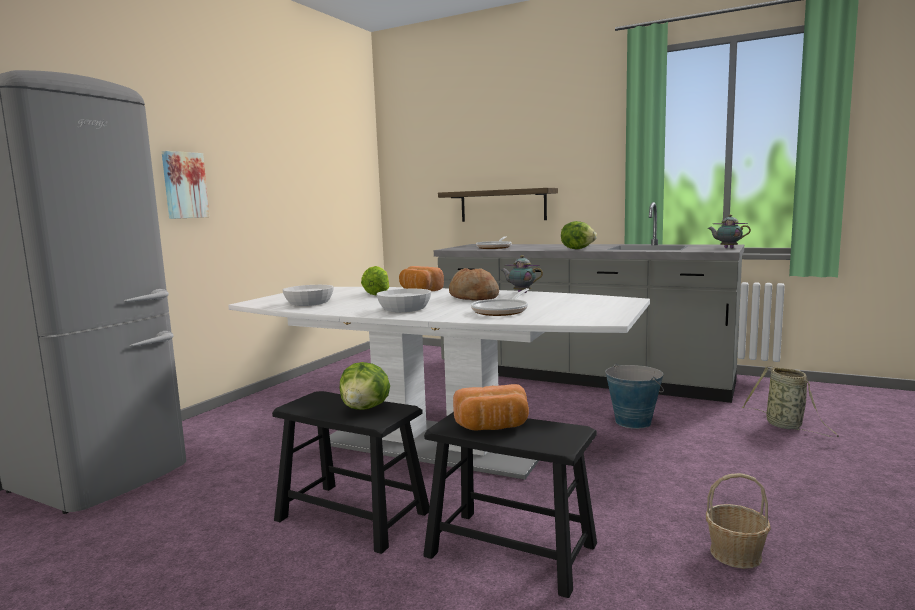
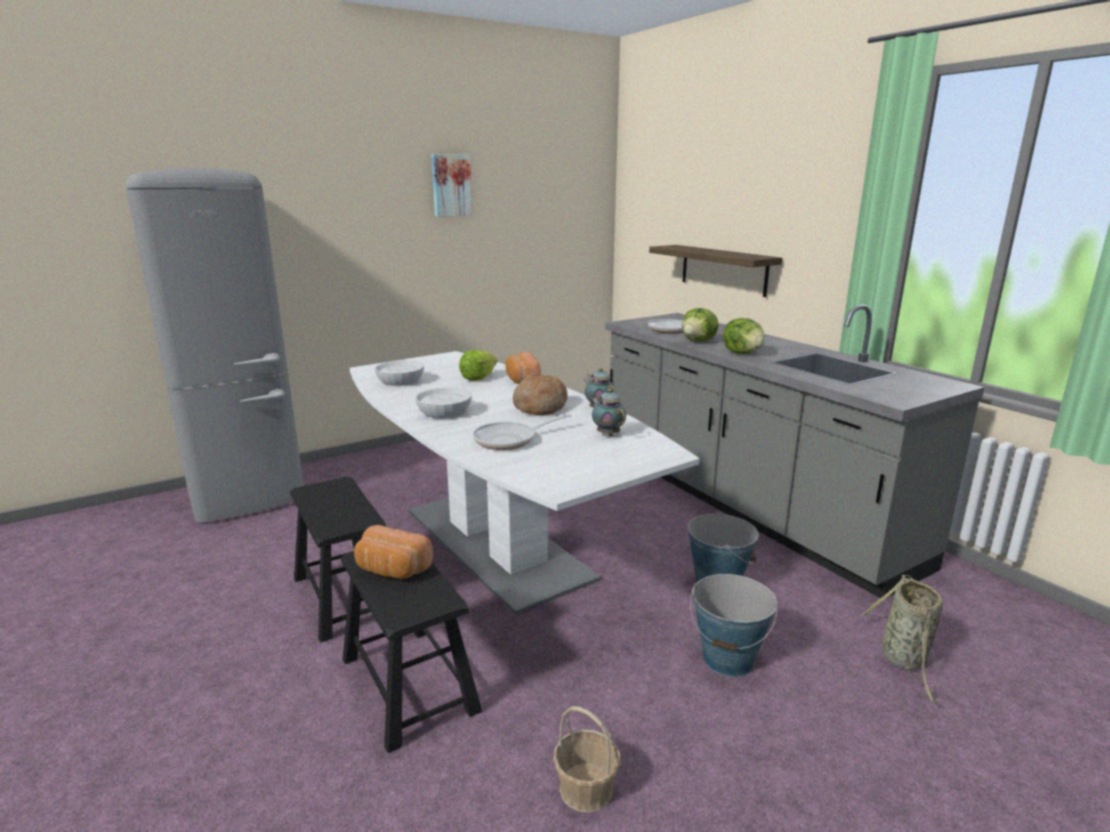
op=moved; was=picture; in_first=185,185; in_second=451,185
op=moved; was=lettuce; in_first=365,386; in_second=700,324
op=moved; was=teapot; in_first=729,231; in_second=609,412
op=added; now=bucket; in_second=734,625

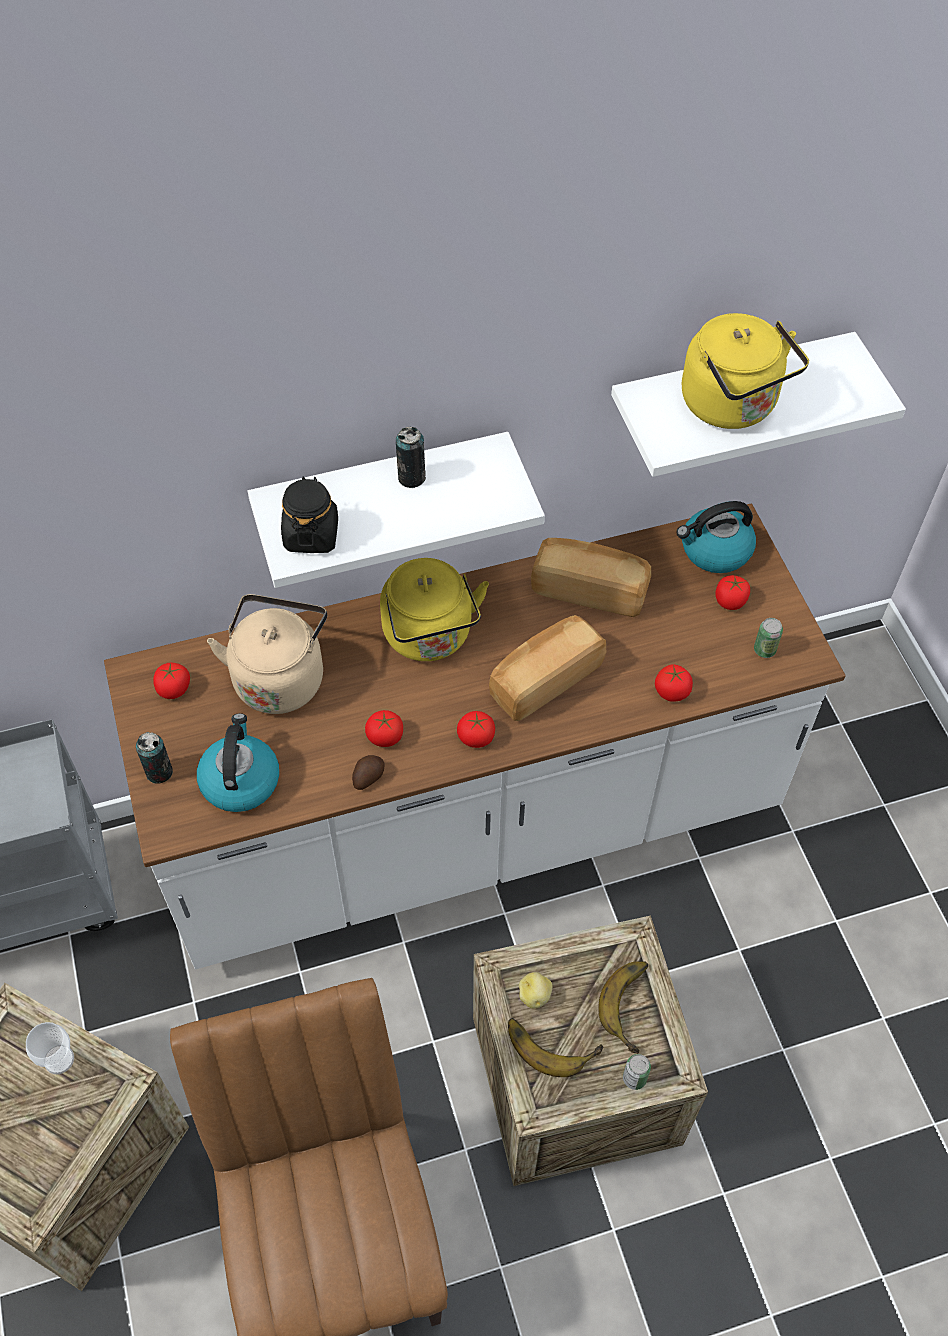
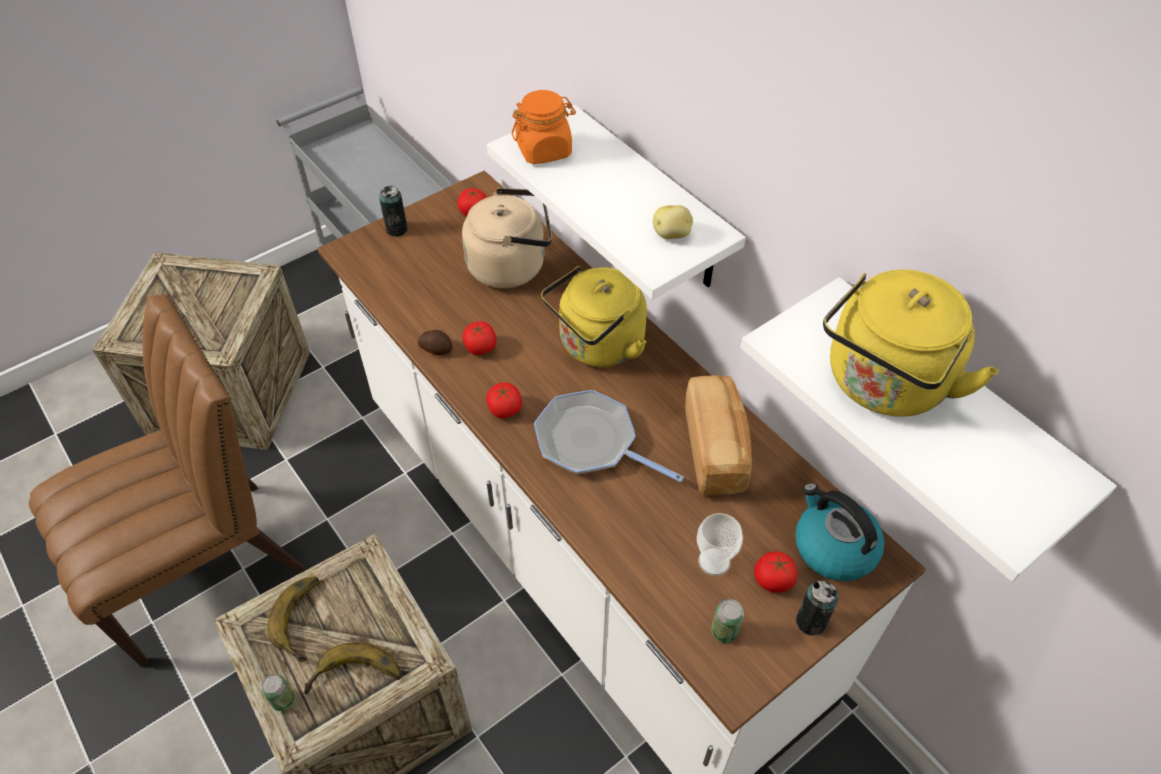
op=moved; was=cup; in_first=50,1048; in_second=720,544
op=removed; was=kettle; in_first=238,762
op=recoloured; was=black jar; now=orange jar; in_first=309,514; in_second=544,127
op=moved; was=can; in_first=411,457; in_second=817,608
op=replaced; was=bread; now=frying pan; in_first=547,668; in_second=609,436
op=moved; was=potato; in_first=535,990; in_second=673,222
op=removed; was=tomato; in_first=674,683

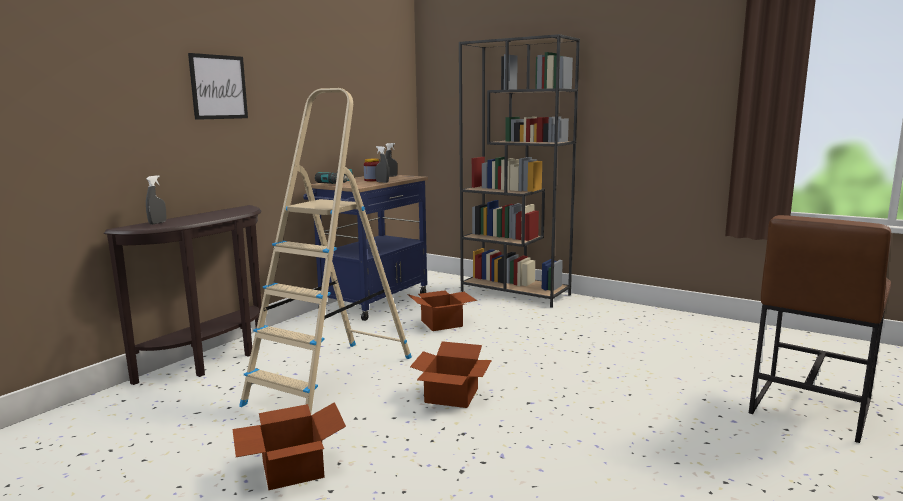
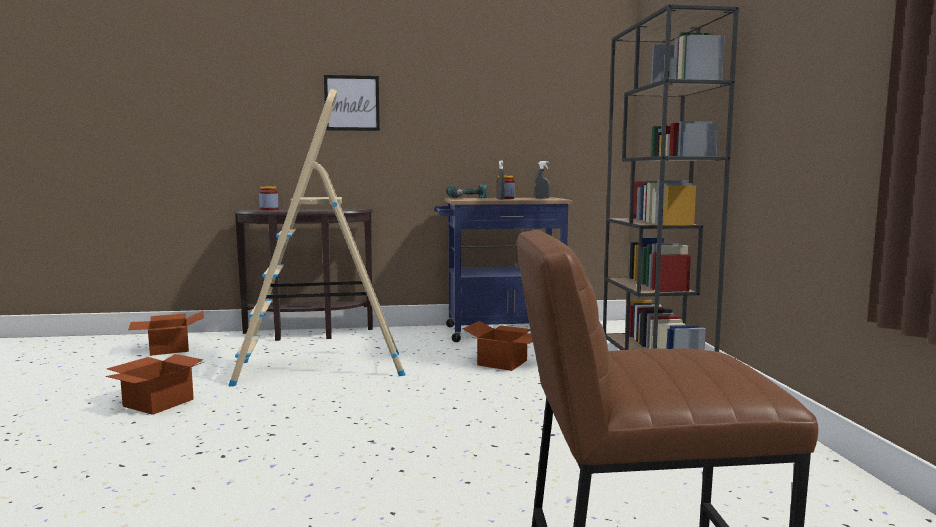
op=replaced; was=grey spray bottle; now=jar; in_first=156,199; in_second=269,198
op=moved; was=cardboard box; in_first=451,374; in_second=166,333

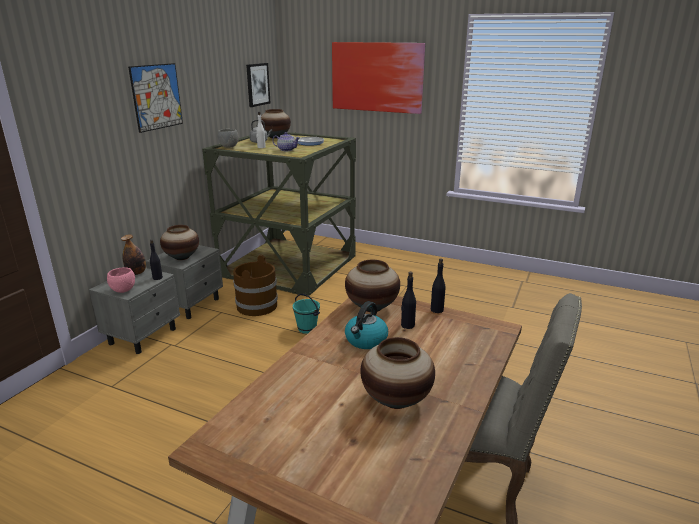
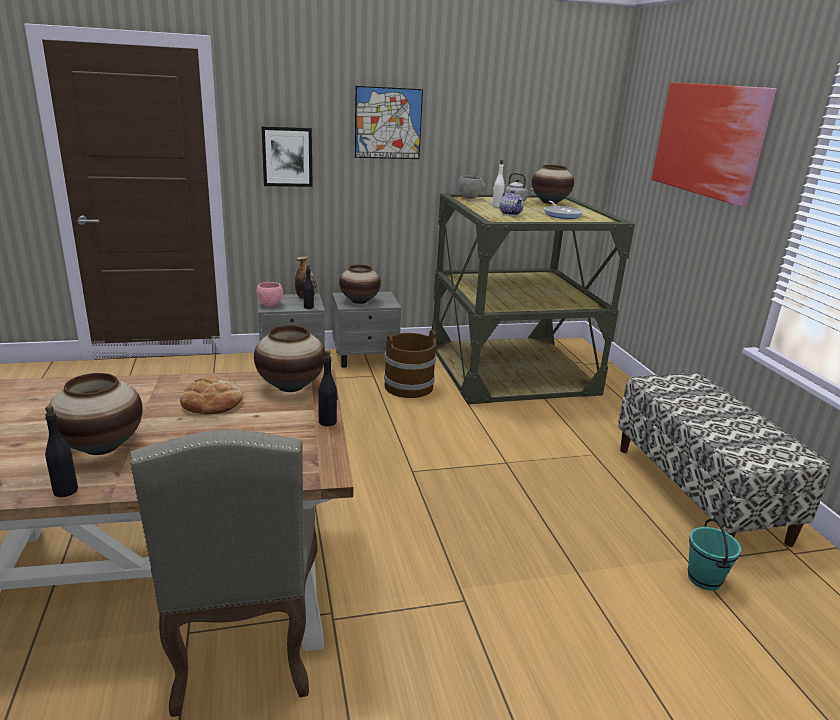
op=moved; was=picture; in_first=258,85; in_second=287,156
op=moved; was=turquoise bucket; in_first=306,314; in_second=714,555
op=replaced; was=kettle; now=bread; in_first=366,325; in_second=211,395
op=moved; was=black bottle; in_first=408,300; in_second=61,451
op=added; now=bench; in_second=724,460

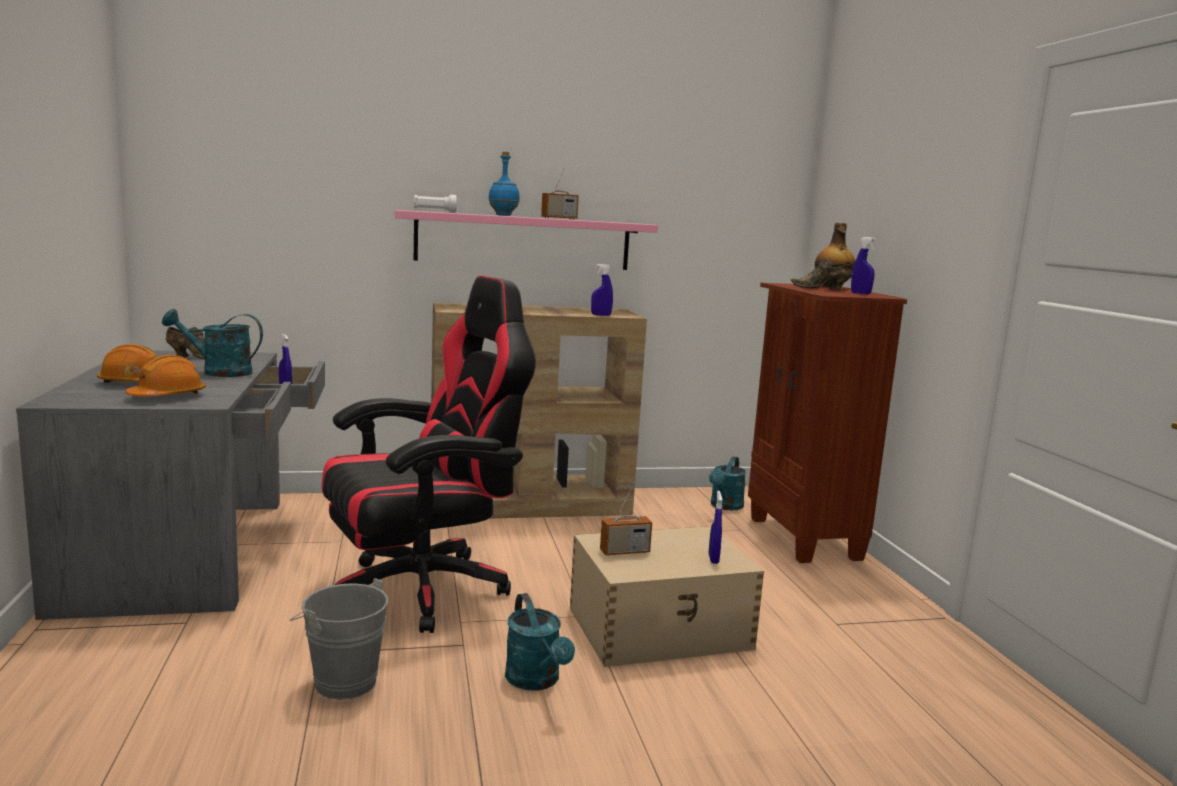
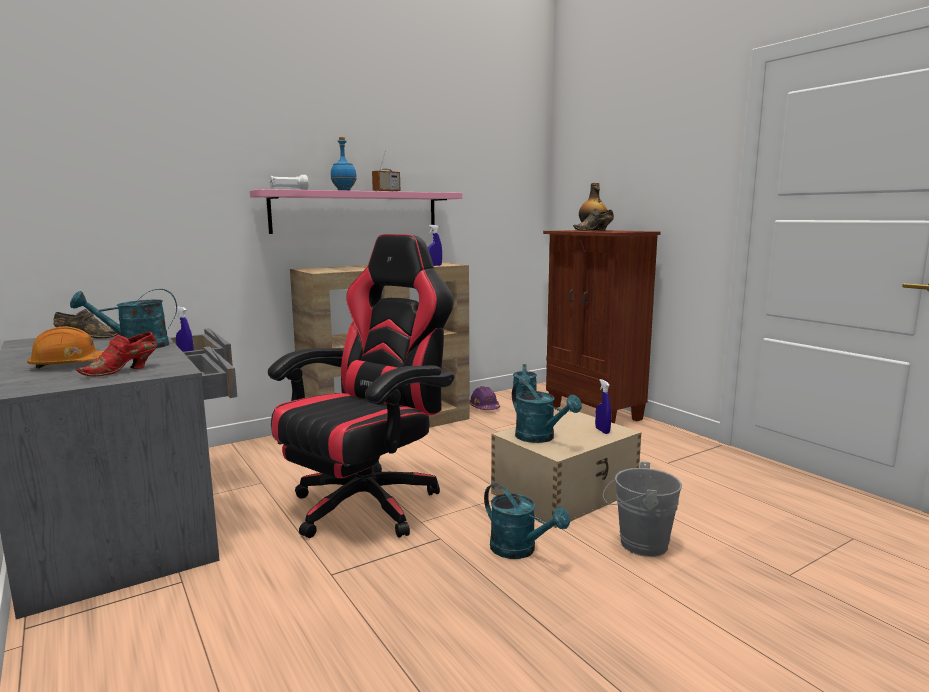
op=replaced; was=orange hard hat; now=red shoe; in_first=165,375; in_second=116,354
op=moved; was=grey bucket; in_first=339,639; in_second=642,509
op=replaced; was=radio; now=turquoise watering can; in_first=626,518; in_second=547,412
op=removed; was=blue spray bottle; in_first=863,265
op=added; now=purple hard hat; in_second=484,398

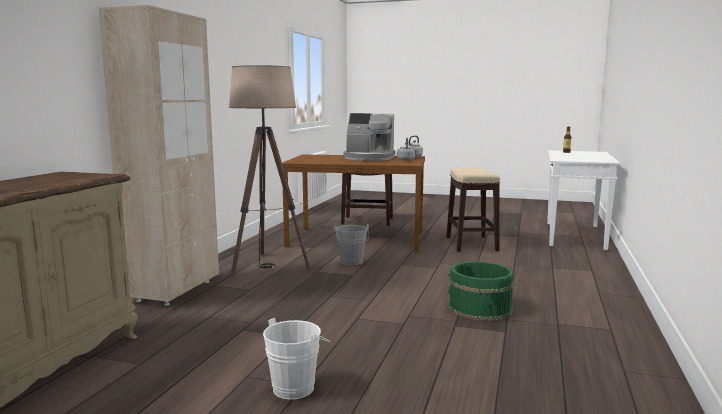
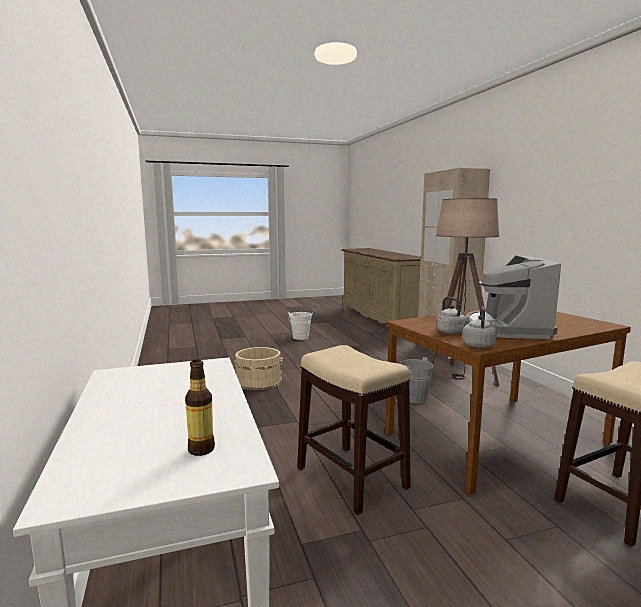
op=turned; was=coffee machine; in_first=369,137; in_second=513,297; clockwise=-60
op=recoloured; was=green bucket; now=beige bucket; in_first=481,291; in_second=258,368

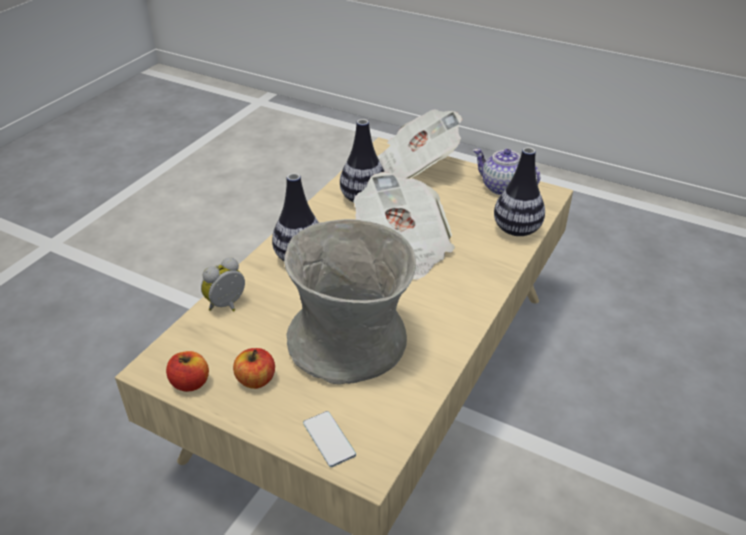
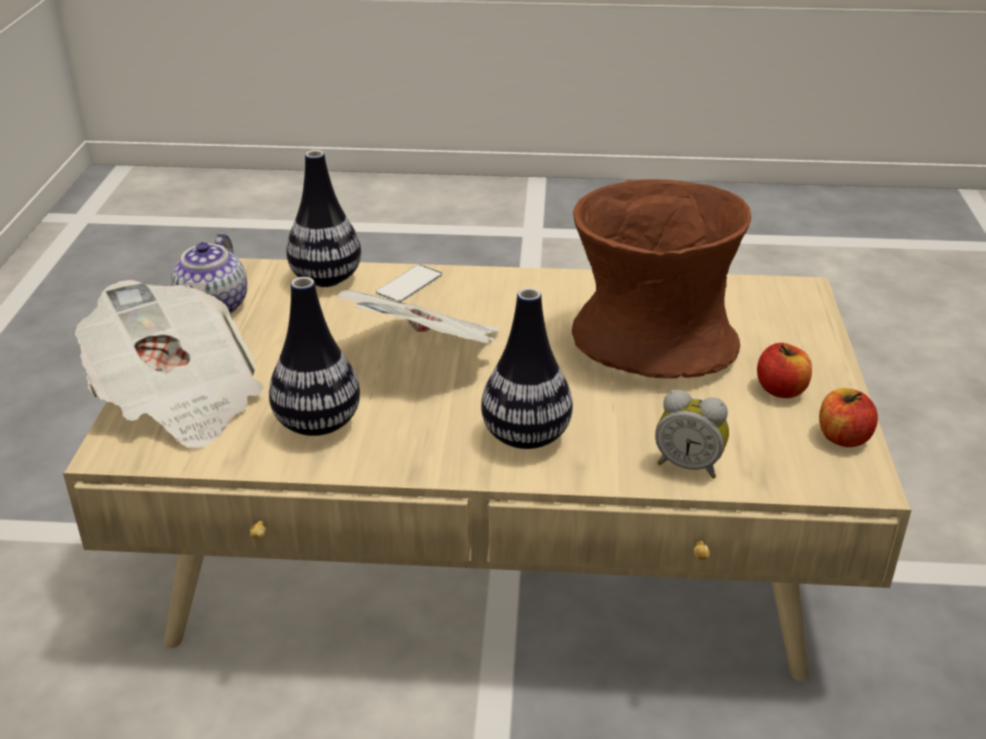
op=recoloured; was=grey vase; now=brown vase; in_first=350,301; in_second=661,278
op=moved; was=phone; in_first=329,439; in_second=409,283

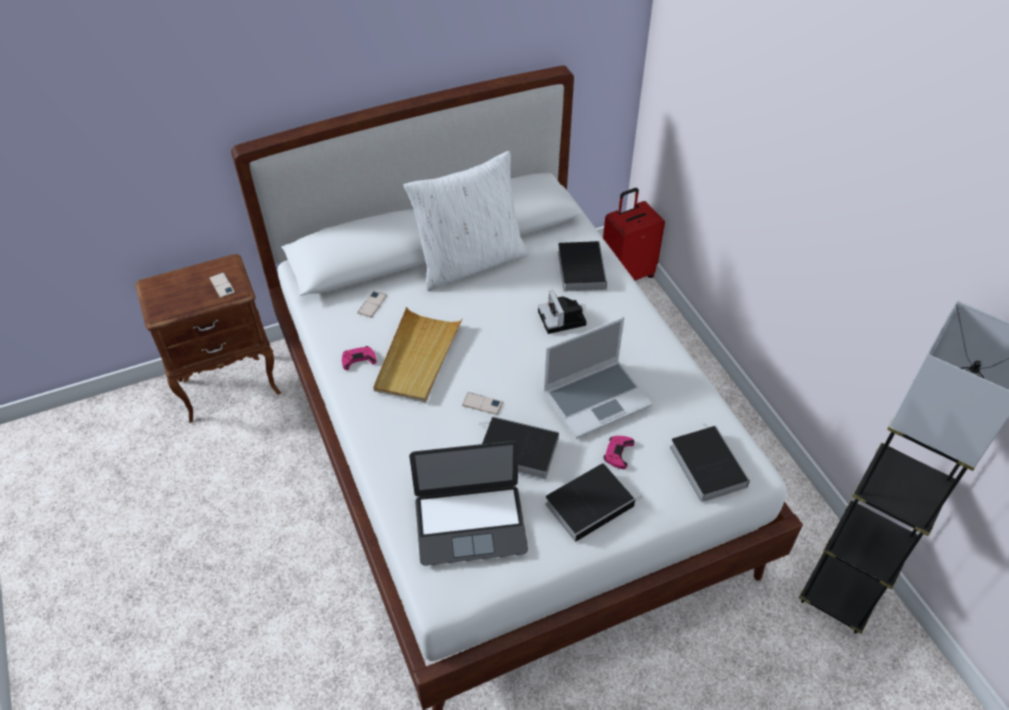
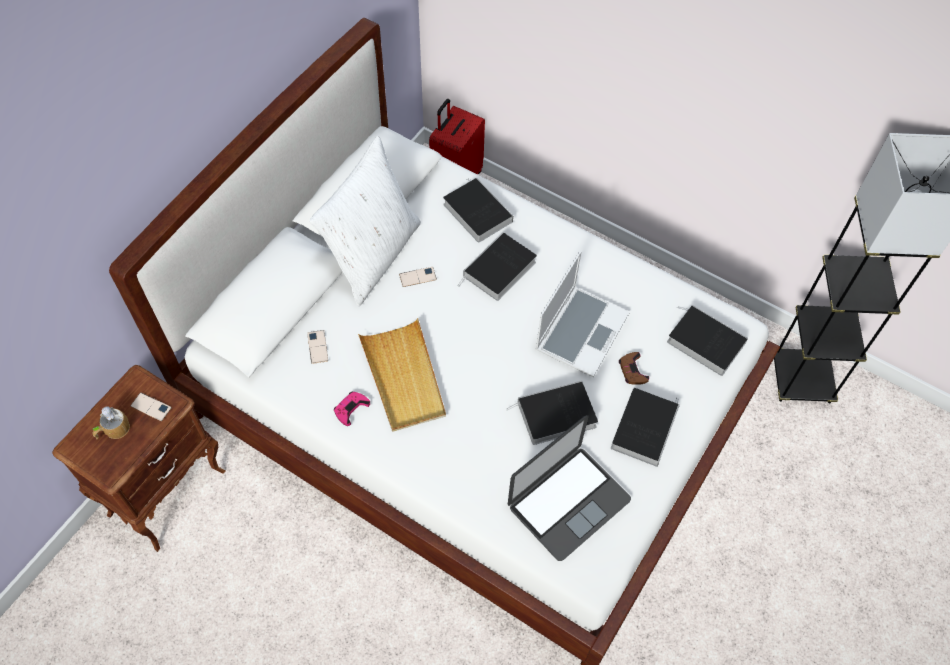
op=moved; was=phone; in_first=482,403; in_second=418,277
op=replaced; was=photo camera; now=book; in_first=562,312; in_second=497,266
op=recoloured; was=pink game controller; now=brown game controller; in_first=619,452; in_second=634,368
op=added; now=mug; in_second=111,423

